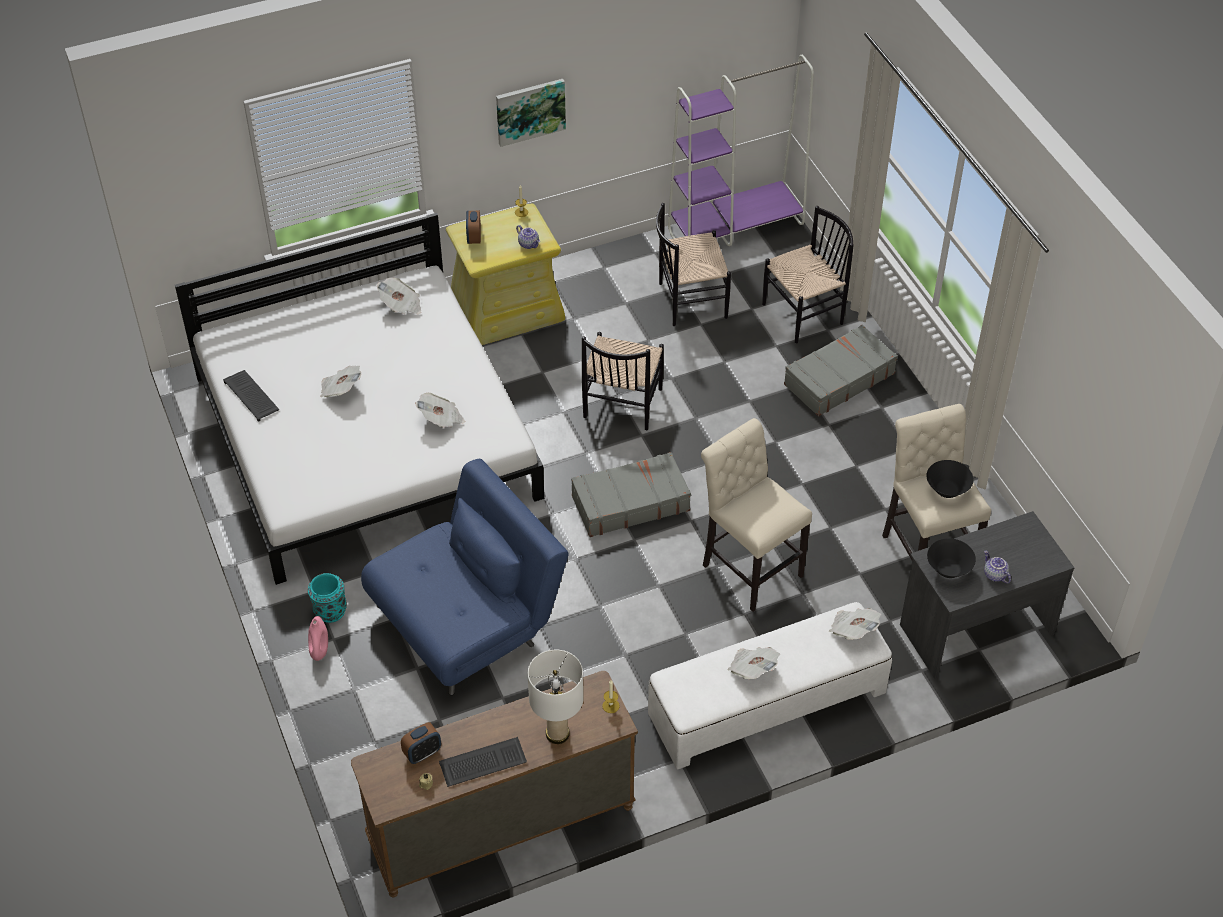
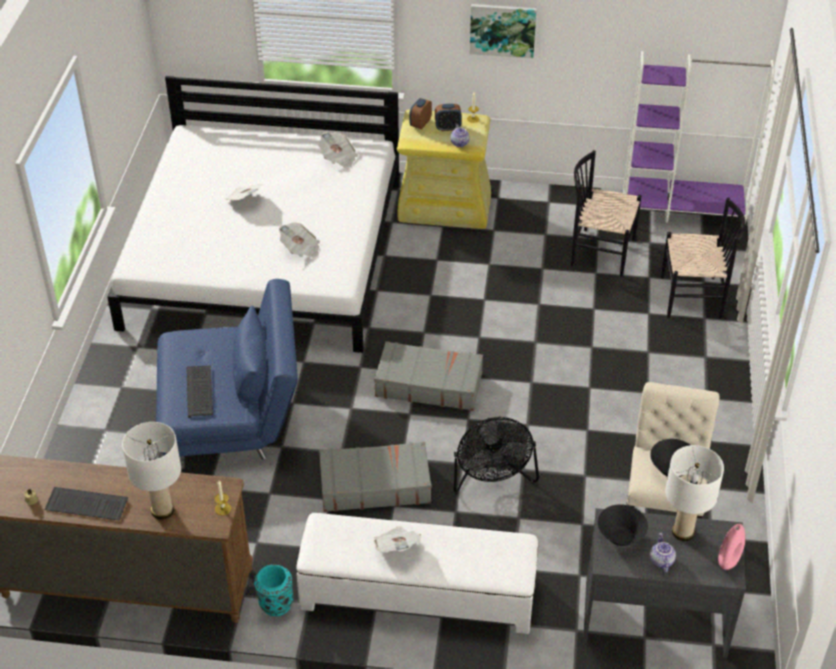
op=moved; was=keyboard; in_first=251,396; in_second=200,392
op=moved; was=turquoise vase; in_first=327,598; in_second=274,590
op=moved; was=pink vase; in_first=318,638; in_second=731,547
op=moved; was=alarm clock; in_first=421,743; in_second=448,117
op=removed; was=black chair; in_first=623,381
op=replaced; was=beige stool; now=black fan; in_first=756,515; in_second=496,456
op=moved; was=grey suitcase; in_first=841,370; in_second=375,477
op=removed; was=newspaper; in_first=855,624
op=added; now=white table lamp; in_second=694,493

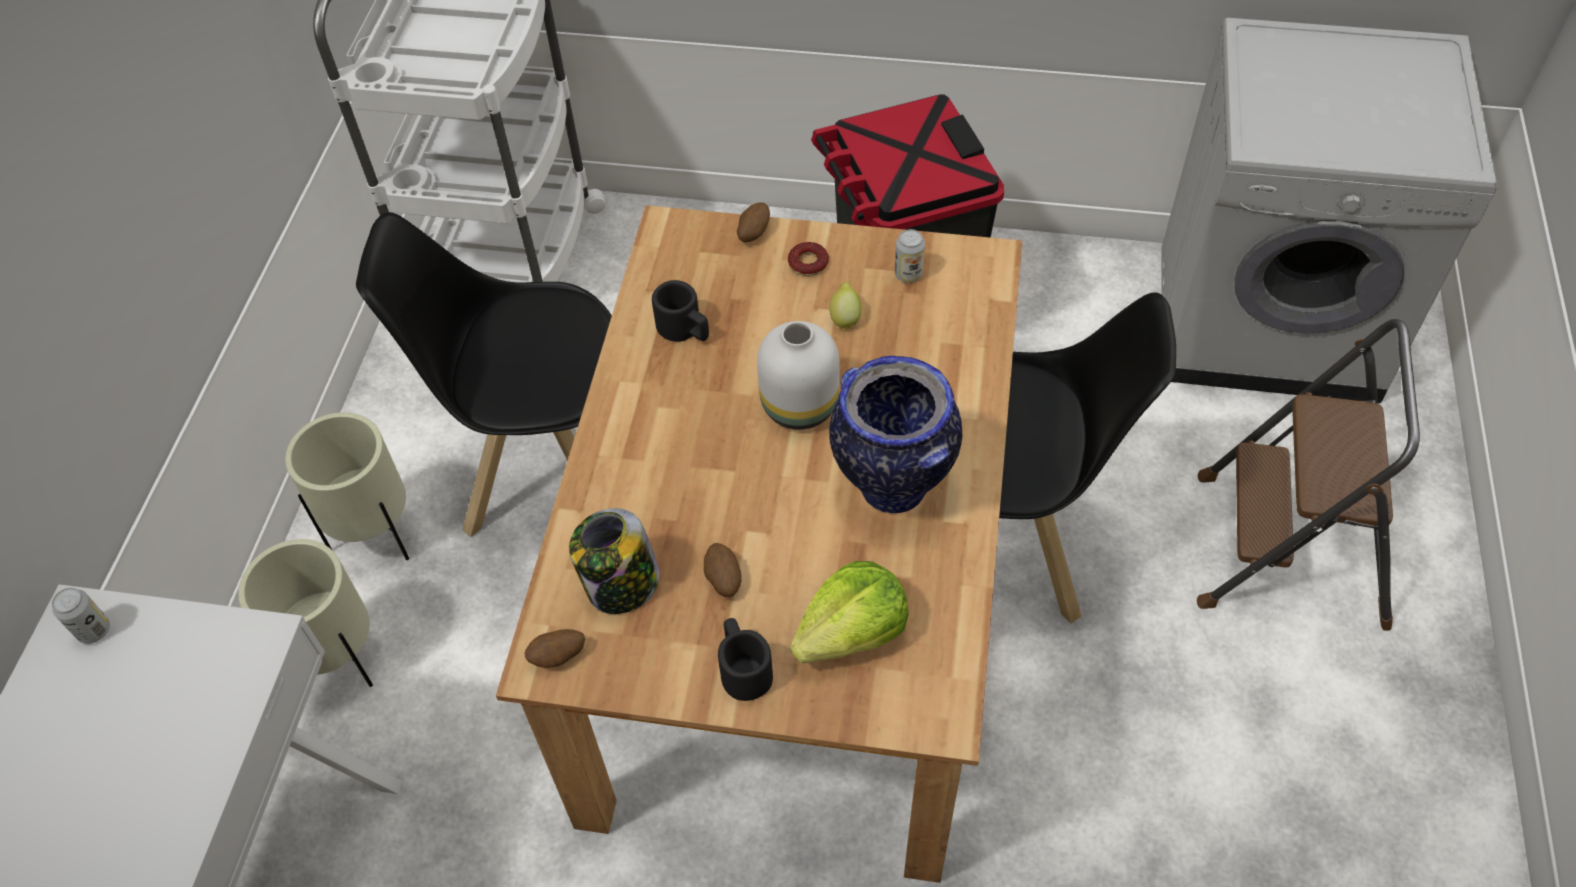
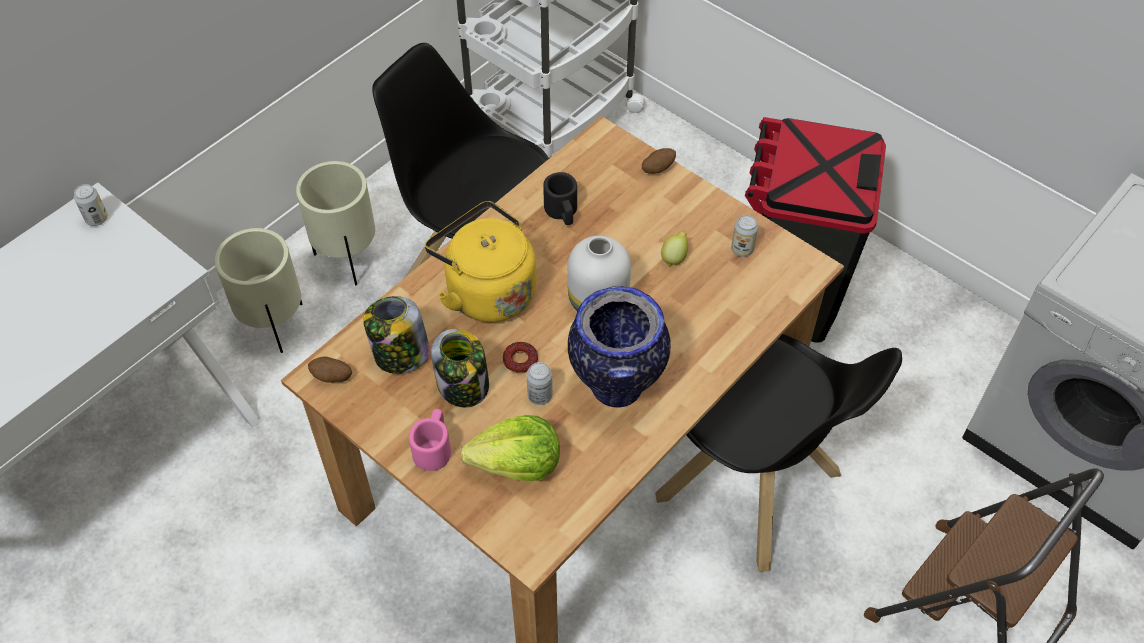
op=replaced; was=potato; now=jar; in_first=723,570; in_second=460,368
op=recoloured; was=black mug; now=pink mug; in_first=745,659; in_second=430,440
op=moved; was=donut; in_first=808,259; in_second=520,358
op=added; now=yellow kettle; in_second=480,261
op=added; now=can; in_second=539,383

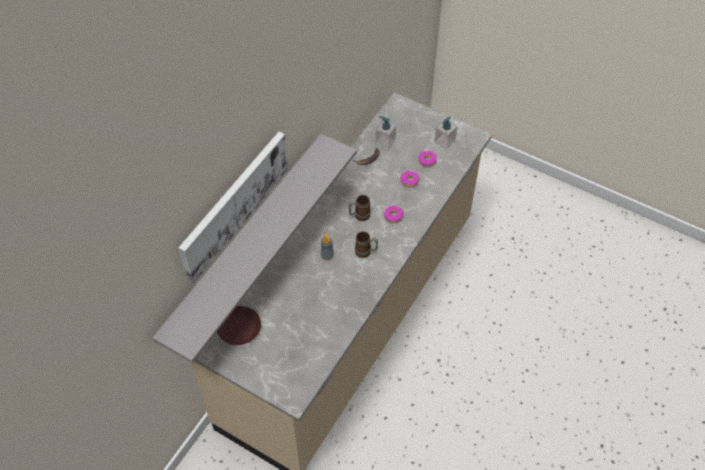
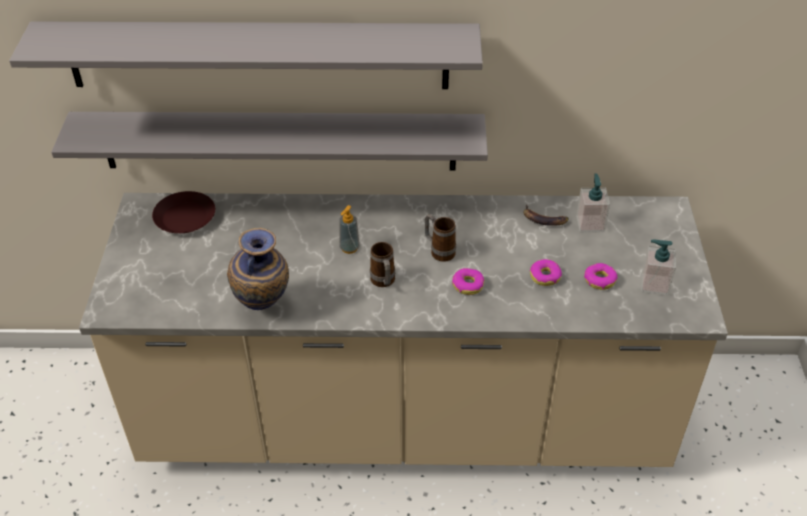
op=replaced; was=picture; now=grey shelf; in_first=233,207; in_second=246,55
op=added; now=vase; in_second=258,269

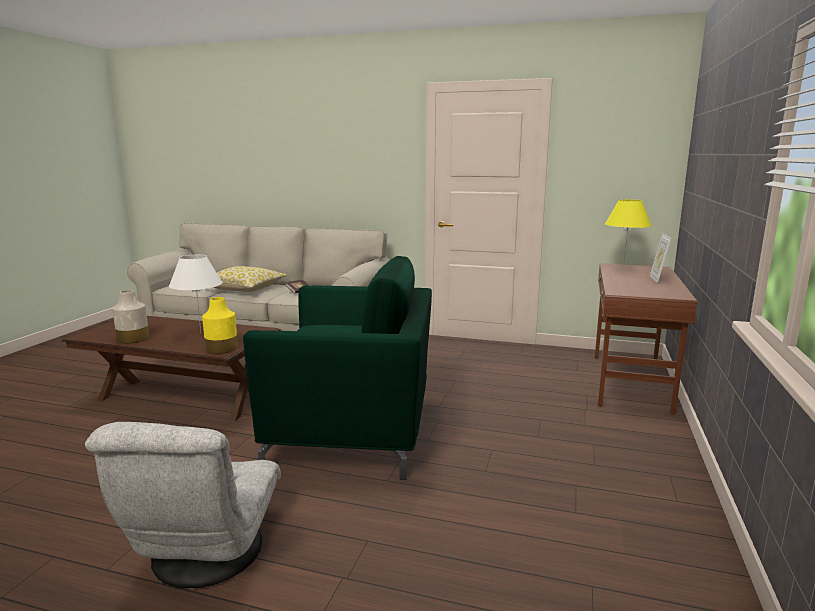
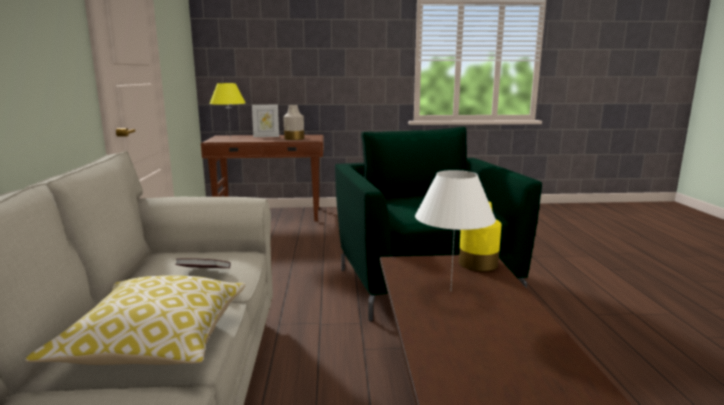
op=removed; was=grey armchair; in_first=183,505
op=moved; was=beige vase; in_first=130,316; in_second=293,122

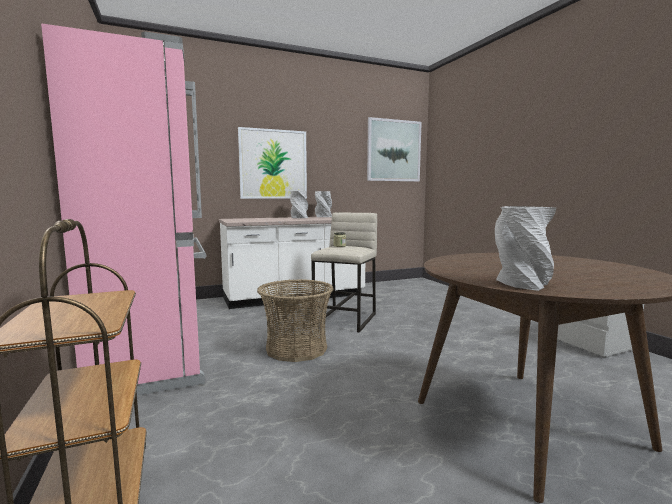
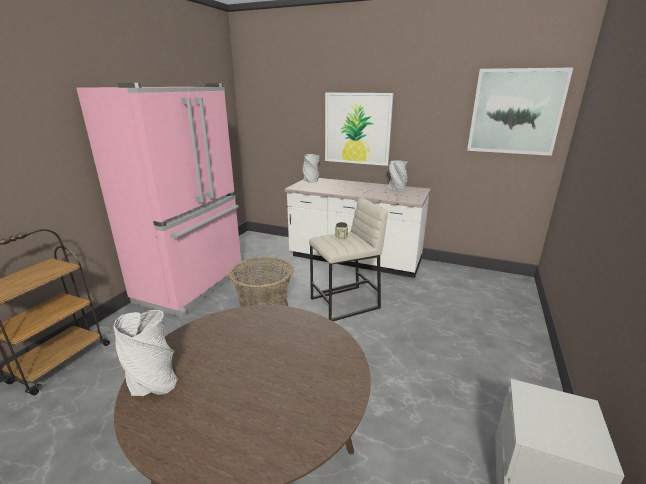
op=moved; was=grey vase; in_first=299,204; in_second=311,168

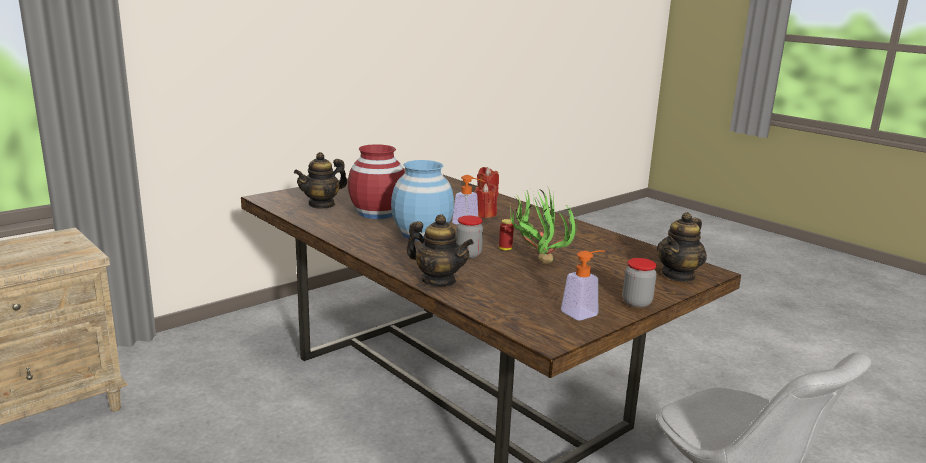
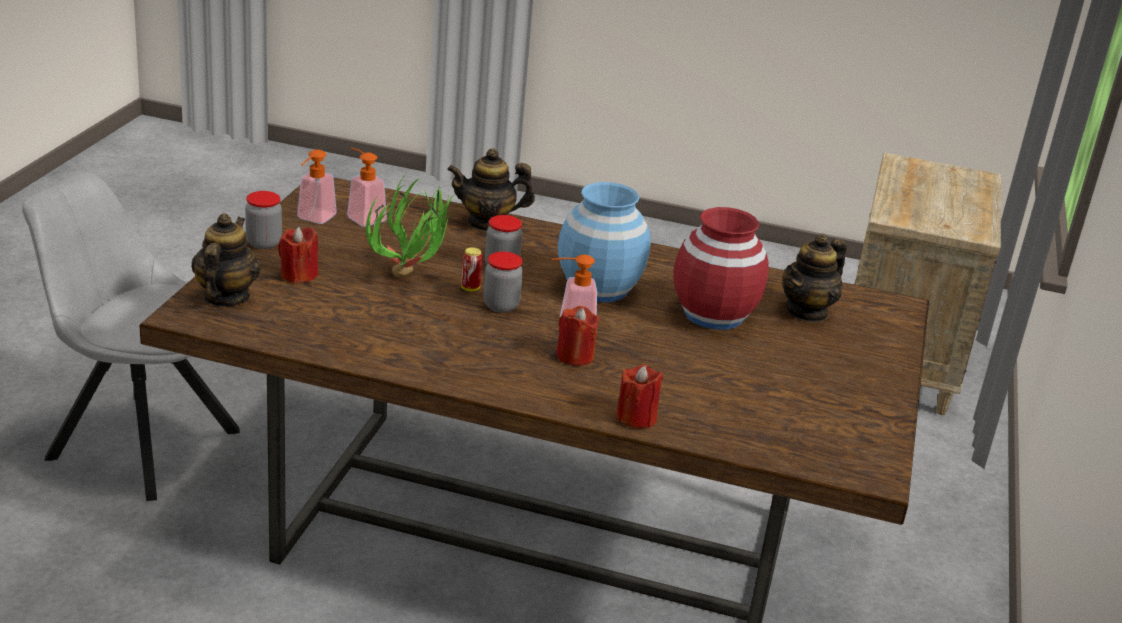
op=turned; was=teapot; in_first=320,180; in_second=814,278; clockwise=-150
op=added; now=red candle; in_second=298,255
op=added; now=soap dispenser; in_second=367,187
op=added; now=jar; in_second=503,282

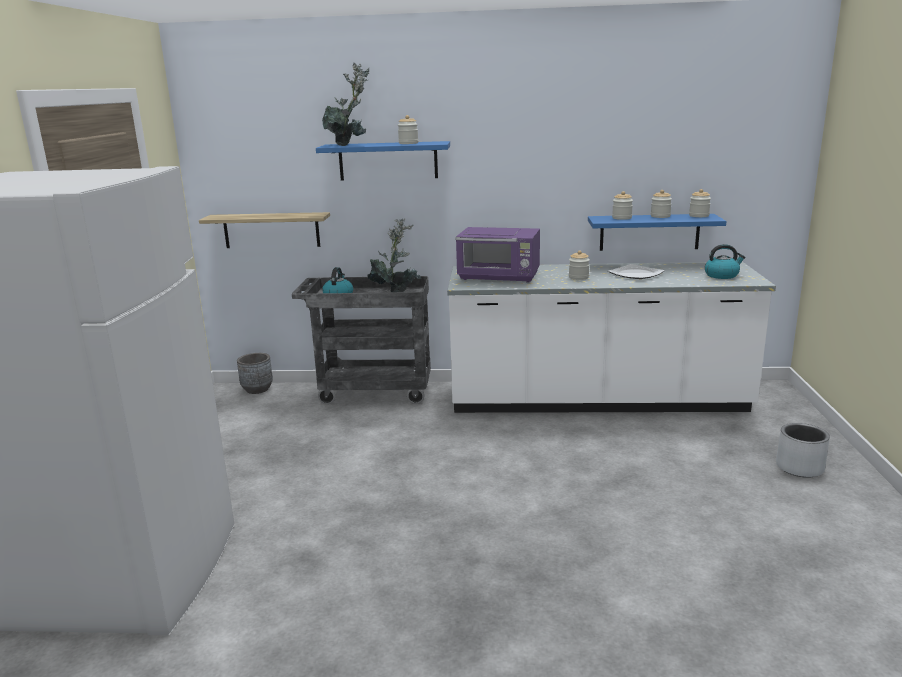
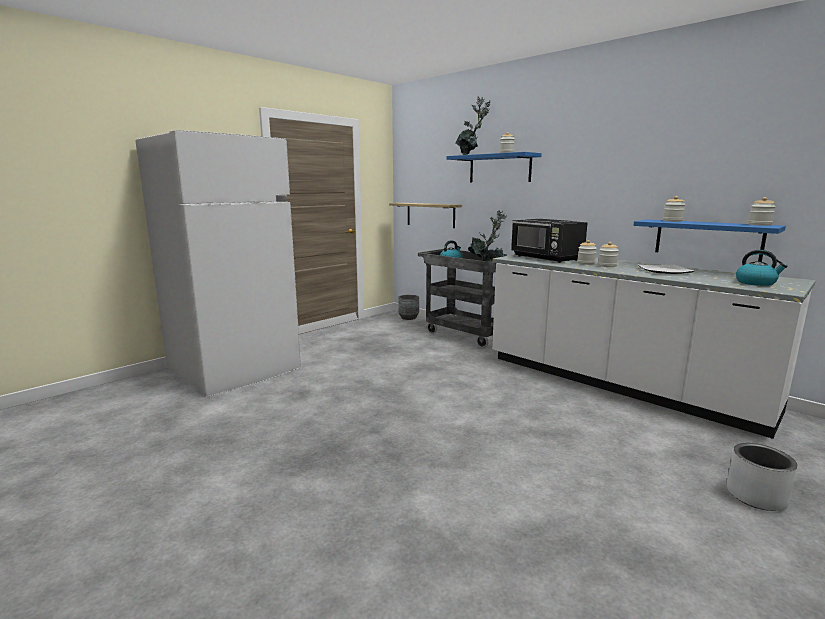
op=recoloured; was=purple microwave; now=black microwave; in_first=498,255; in_second=549,241
op=moved; was=jar; in_first=661,204; in_second=587,252

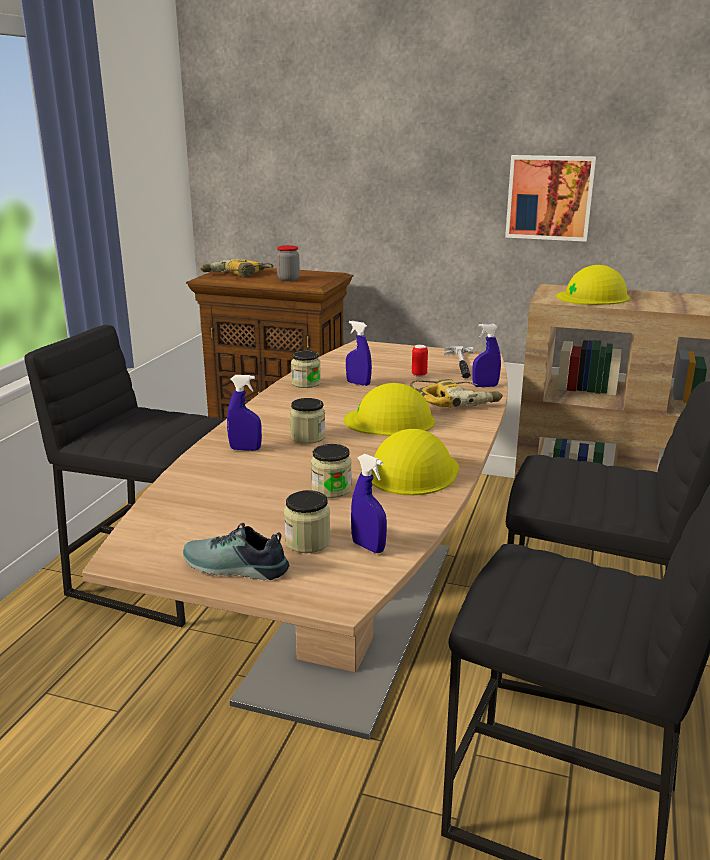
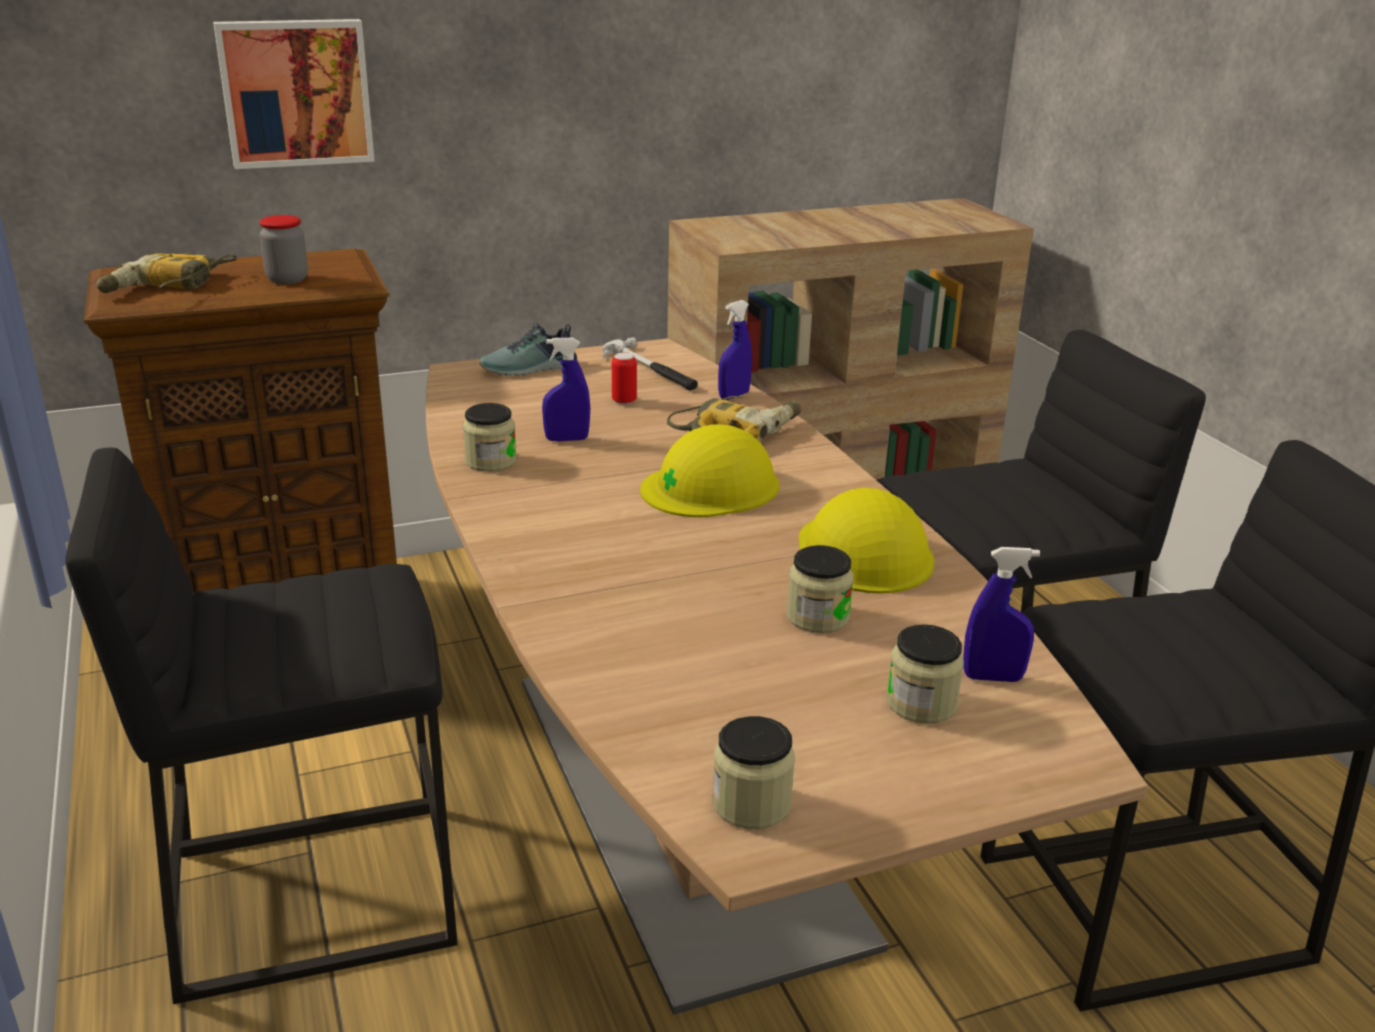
op=moved; was=shoe; in_first=236,551; in_second=528,349
op=removed; was=blue spray bottle; in_first=244,413
op=moved; was=jar; in_first=307,421; in_second=754,772
op=moved; was=picture; in_first=550,198; in_second=294,94
op=removed; was=yellow hard hat; in_first=593,285

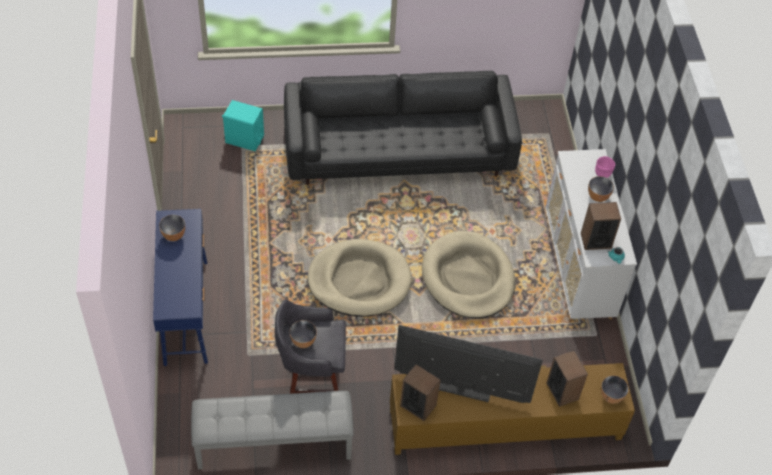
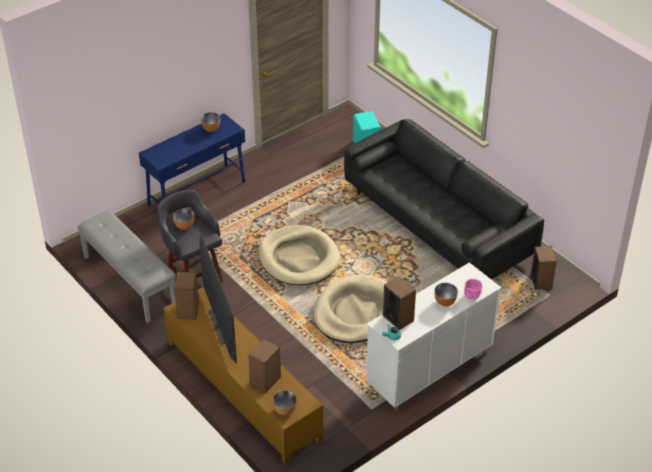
op=added; now=speaker; in_second=544,268

